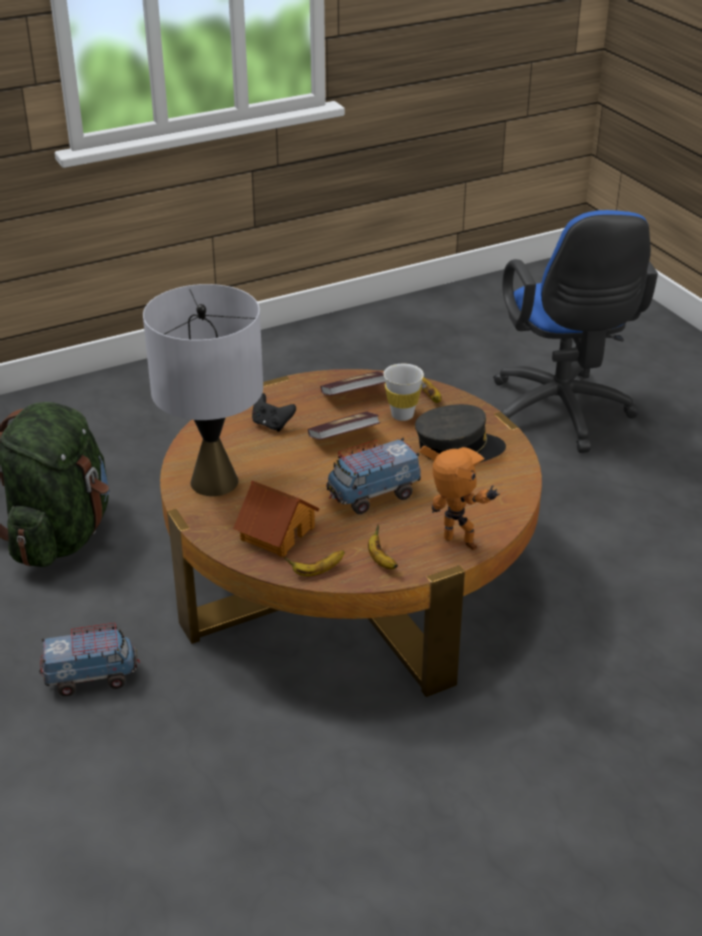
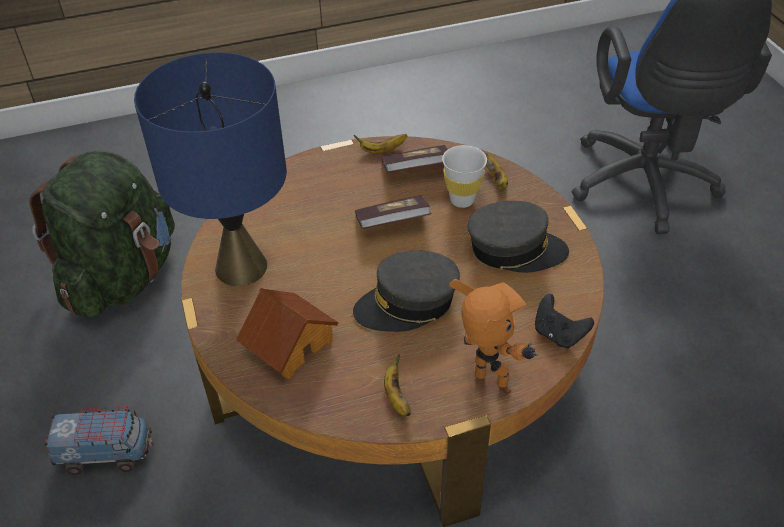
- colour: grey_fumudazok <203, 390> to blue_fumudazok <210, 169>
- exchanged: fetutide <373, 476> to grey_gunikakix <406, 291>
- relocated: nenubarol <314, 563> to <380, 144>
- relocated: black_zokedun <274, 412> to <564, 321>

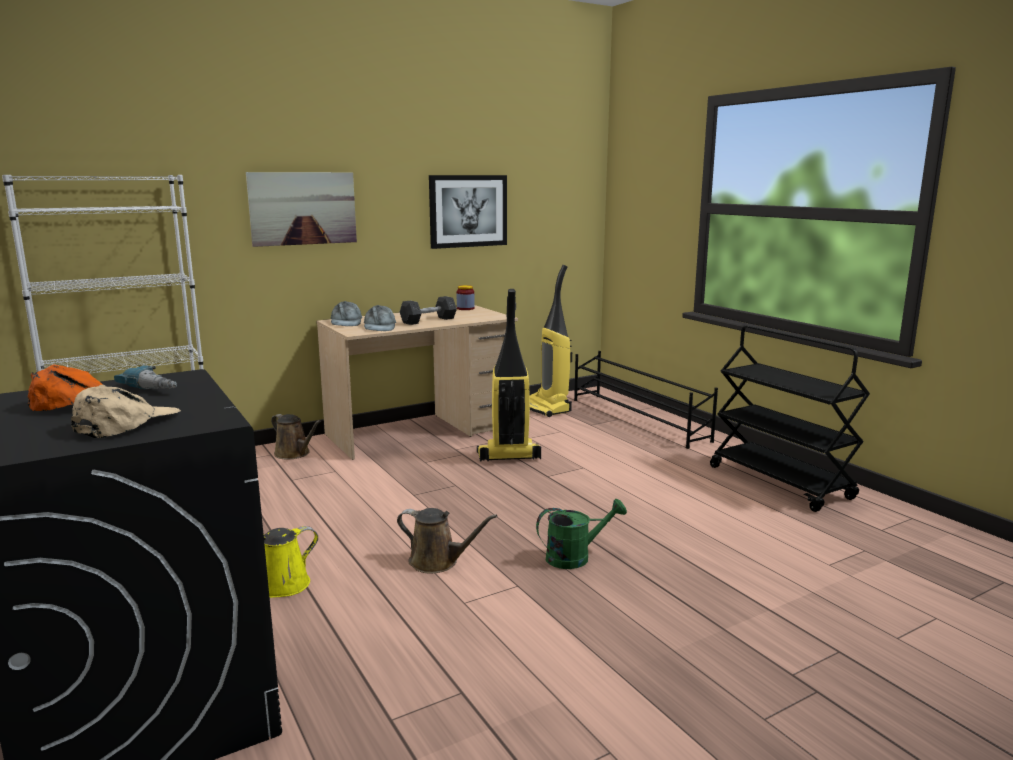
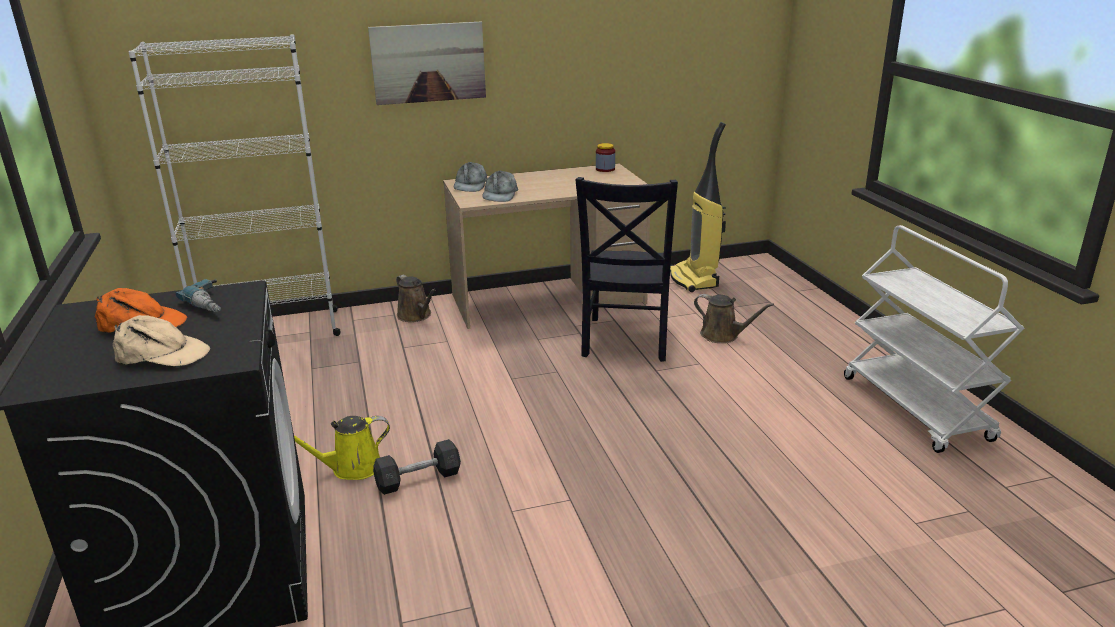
- spun: beige_gunikakix <126, 411> = <161, 341> 60 degrees clockwise
- relocated: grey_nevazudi <428, 310> to <417, 467>
- exchanged: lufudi <509, 375> to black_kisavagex <626, 269>
- relocated: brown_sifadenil <447, 540> to <734, 318>
- colour: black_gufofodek <790, 418> to white_gufofodek <934, 339>
- missing: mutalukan <468, 212>
- missing: green_sifadenil <581, 534>
- missing: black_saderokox <646, 400>

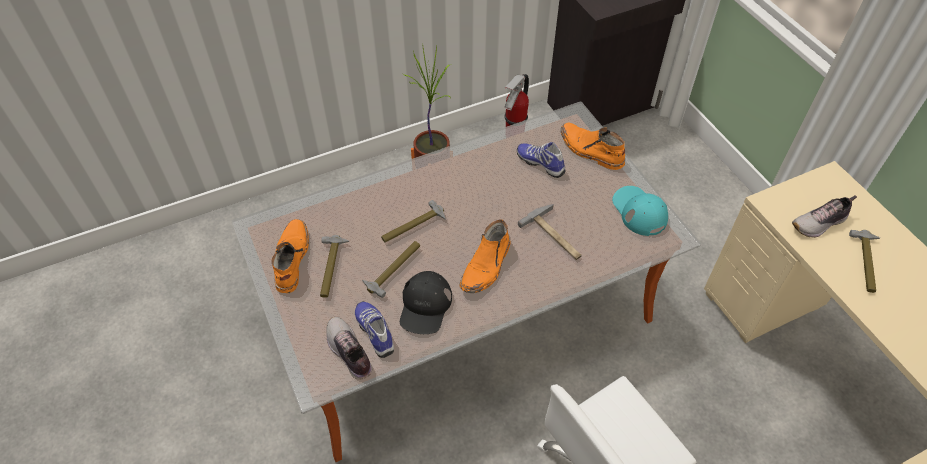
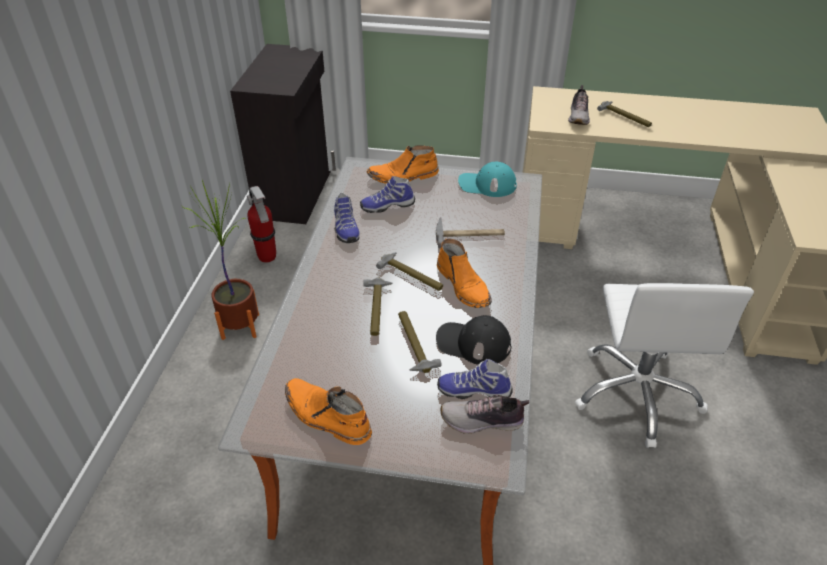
- appeared: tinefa <346, 217>
- relocated: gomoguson <334, 266> to <409, 271>
- spun: black_gunikakix <426, 302> = <473, 340> 150 degrees clockwise

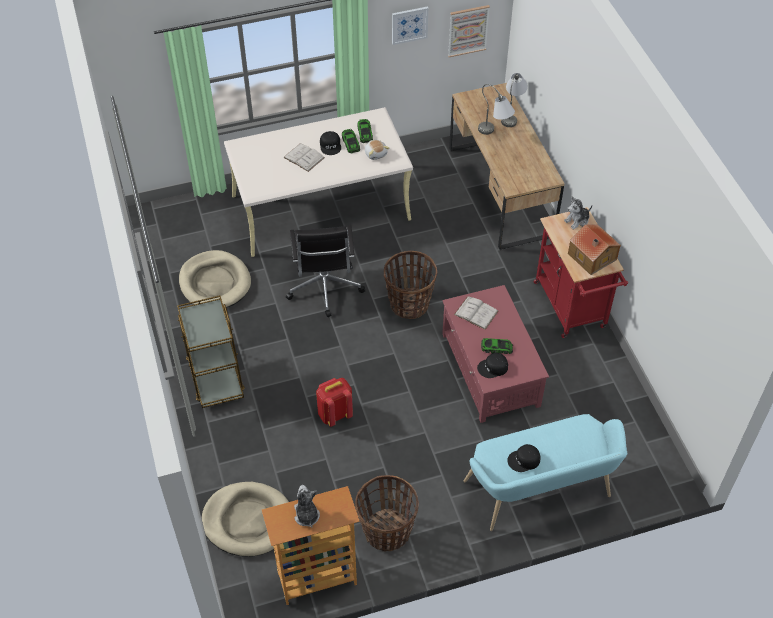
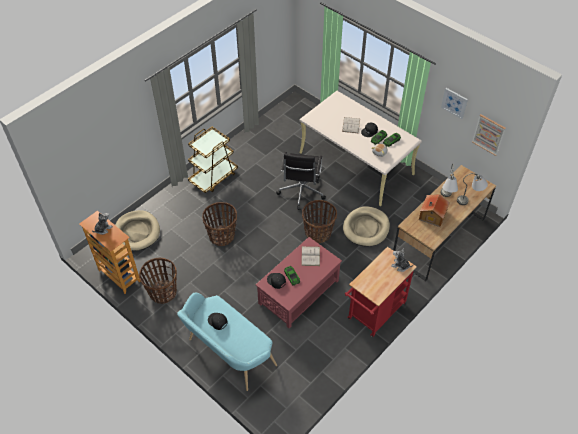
- exchanged: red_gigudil <334, 402> to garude <219, 224>
- spun: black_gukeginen <325, 271> = <301, 181> 45 degrees counterclockwise
- relocated: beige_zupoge <215, 279> to <366, 226>
- relocated: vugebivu <594, 249> to <434, 210>

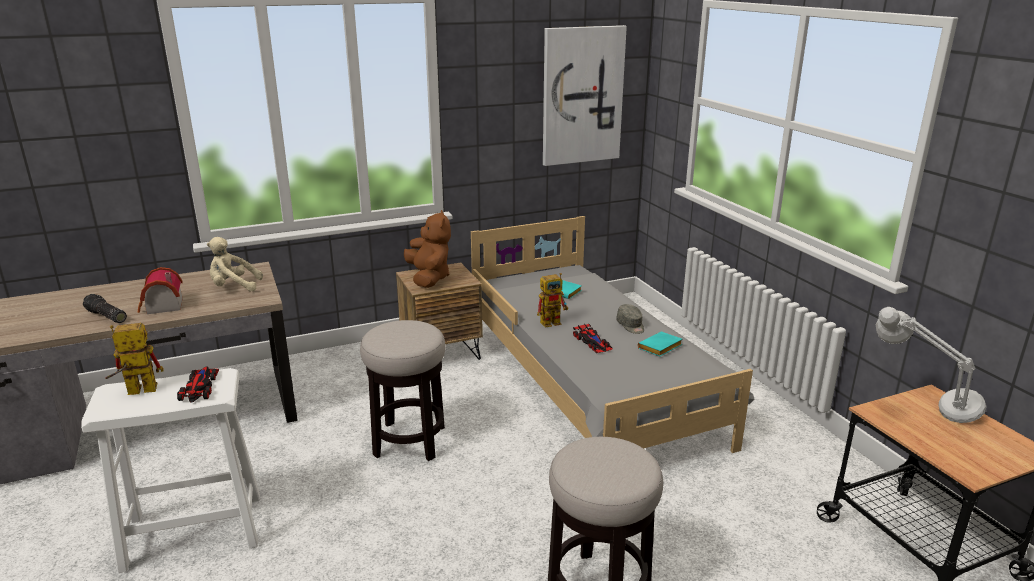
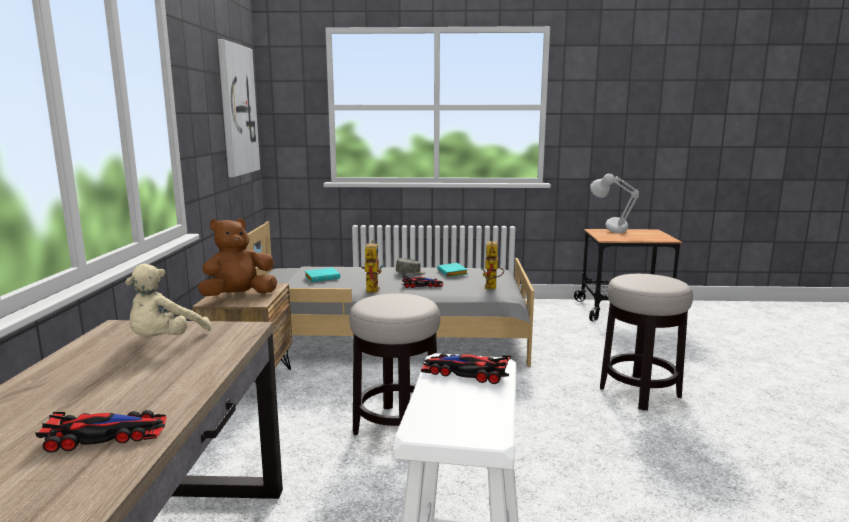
- exchanged: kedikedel <105, 308> to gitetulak <100, 431>
- spun: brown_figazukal <427, 249> = <237, 257> 45 degrees counterclockwise
- relocated: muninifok <134, 359> to <493, 265>
- missing: vugebivu <160, 290>

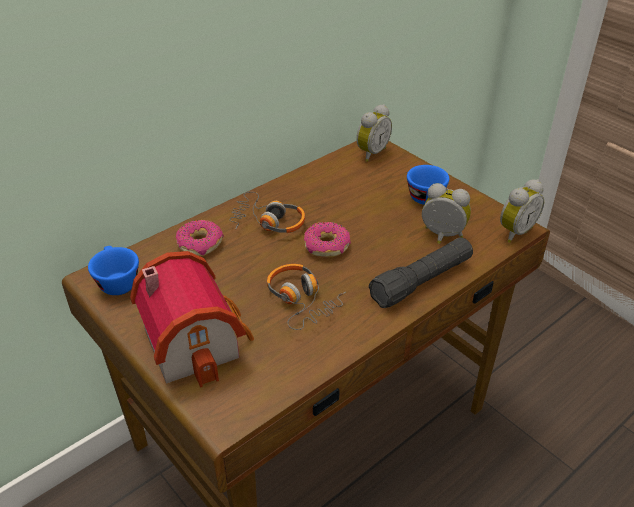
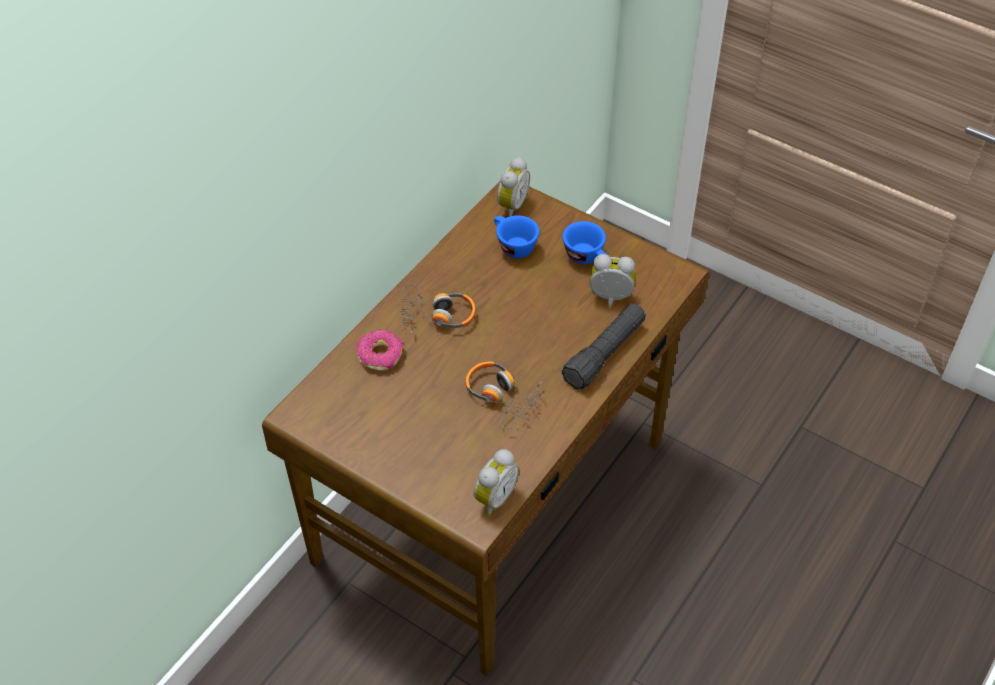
- relocated: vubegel <522, 211> to <496, 483>
- relocated: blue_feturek <113, 270> to <516, 236>
- missing: vugebivu <192, 319>
- missing: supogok <327, 239>

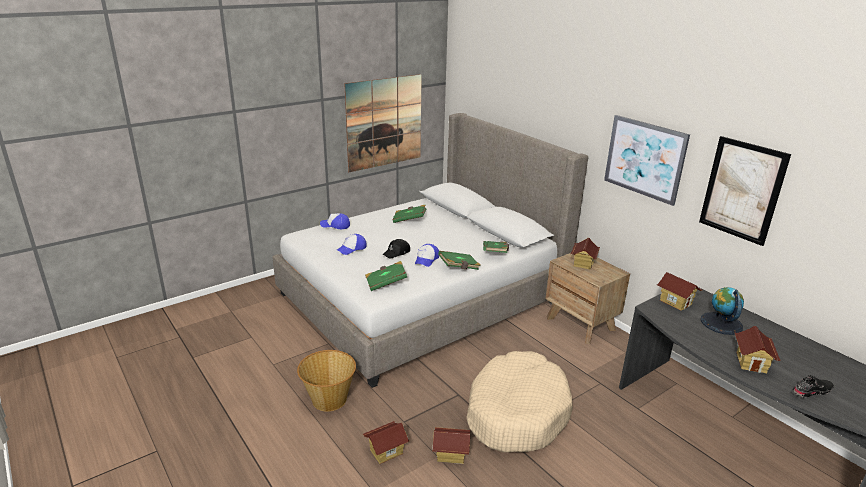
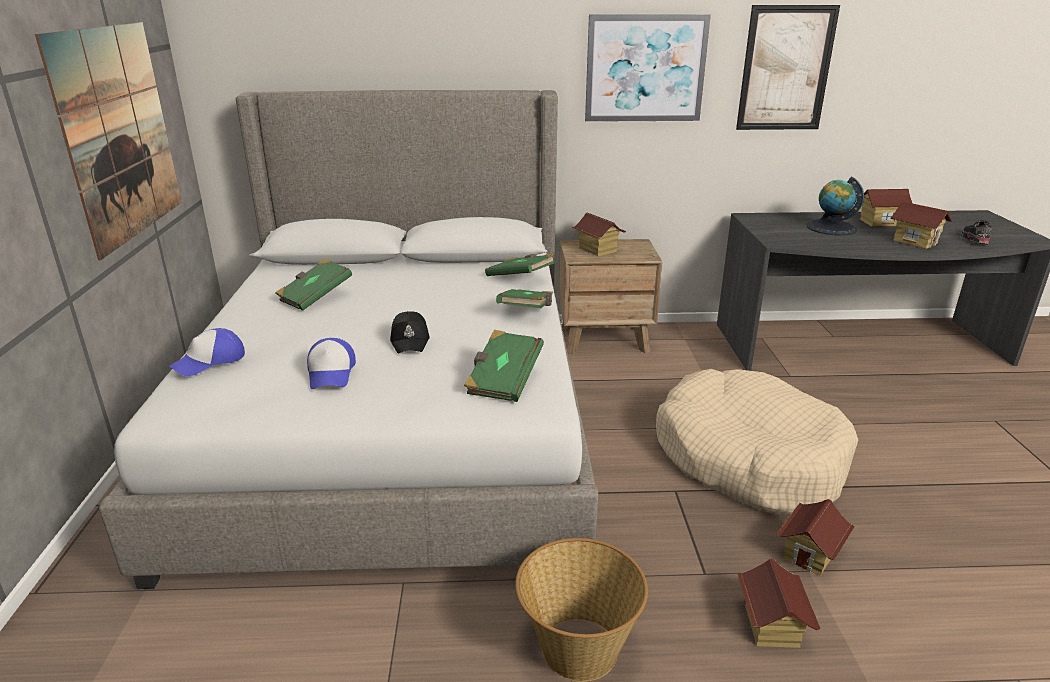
- relocated: vugebivu <679, 291> to <886, 208>
- missing: gunikakix <427, 255>

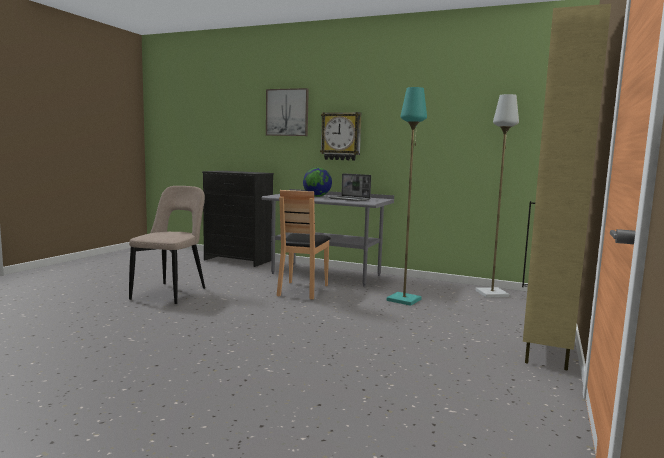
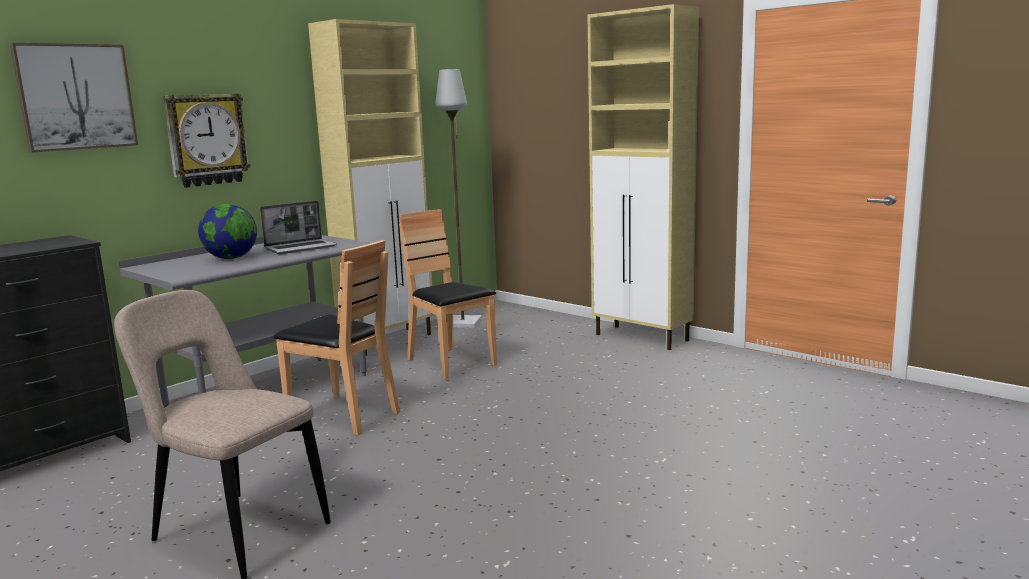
- appeared: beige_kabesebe <371, 187>
- exchanged: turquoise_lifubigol <407, 196> to brown_kisavagex <448, 294>

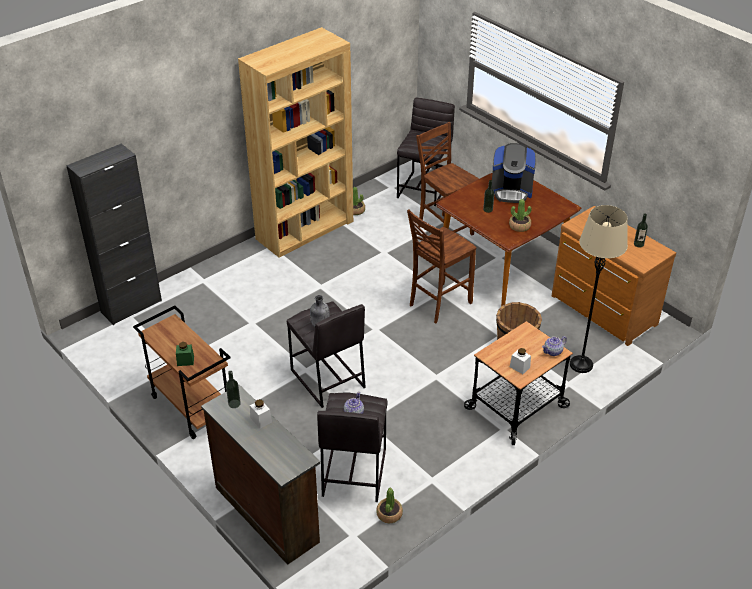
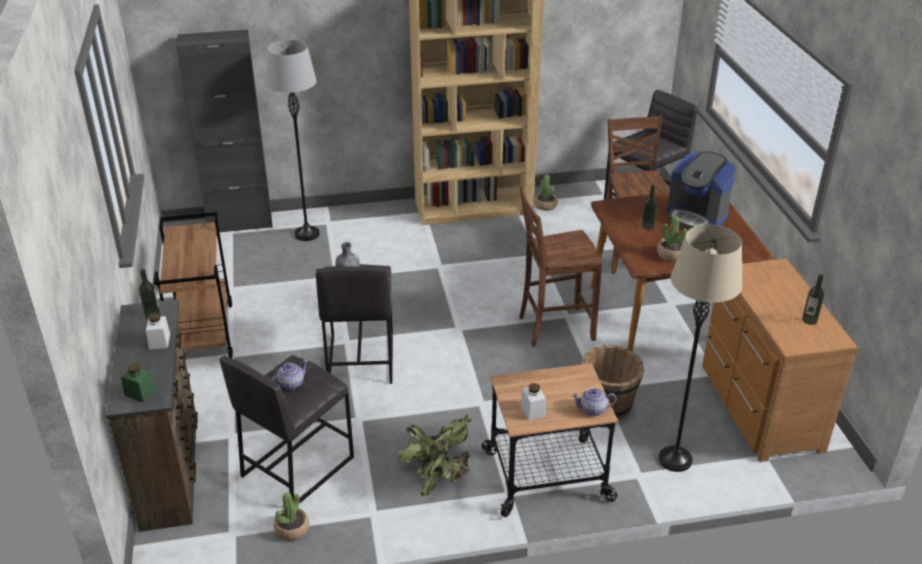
- relocated: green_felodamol <185, 354> to <138, 383>
- appeared: grey_lifubigol <292, 140>
- appeared: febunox <435, 455>

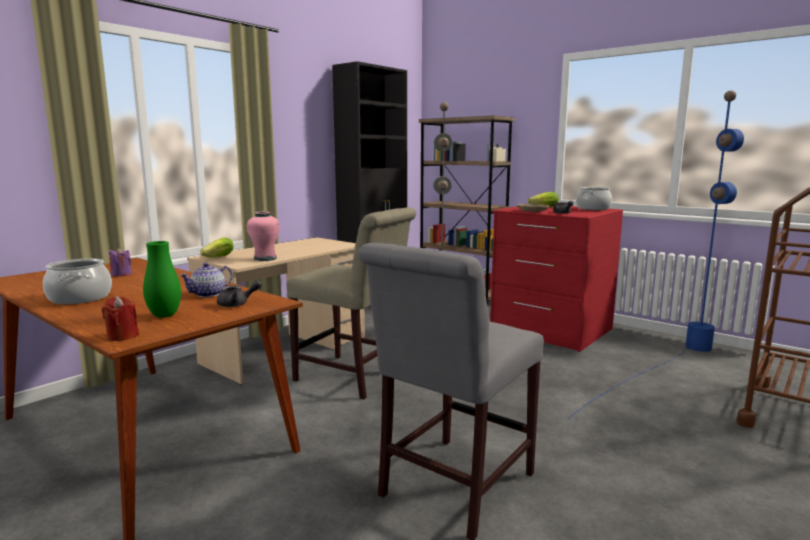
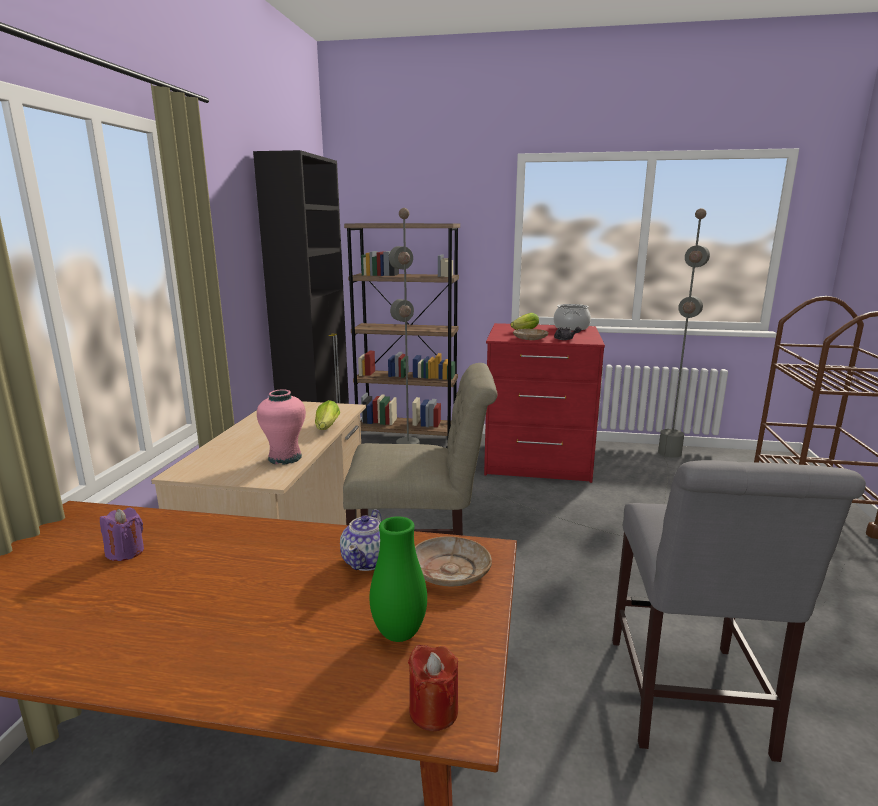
- relocated: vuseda <217, 247> to <327, 415>
- exchanged: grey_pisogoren <239, 293> to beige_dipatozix <453, 561>
- colour: blue_lifubigol <655, 255> to grey_lifubigol <684, 355>
- missing: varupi <77, 281>

